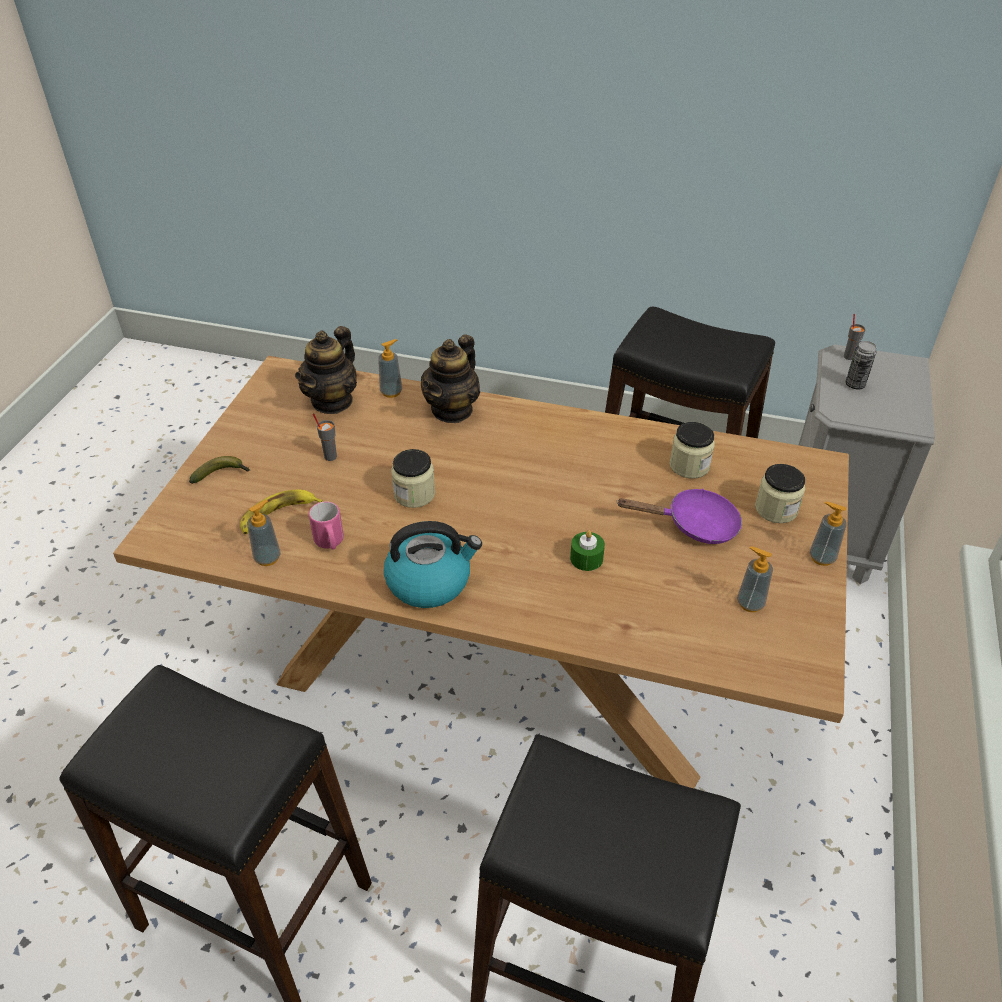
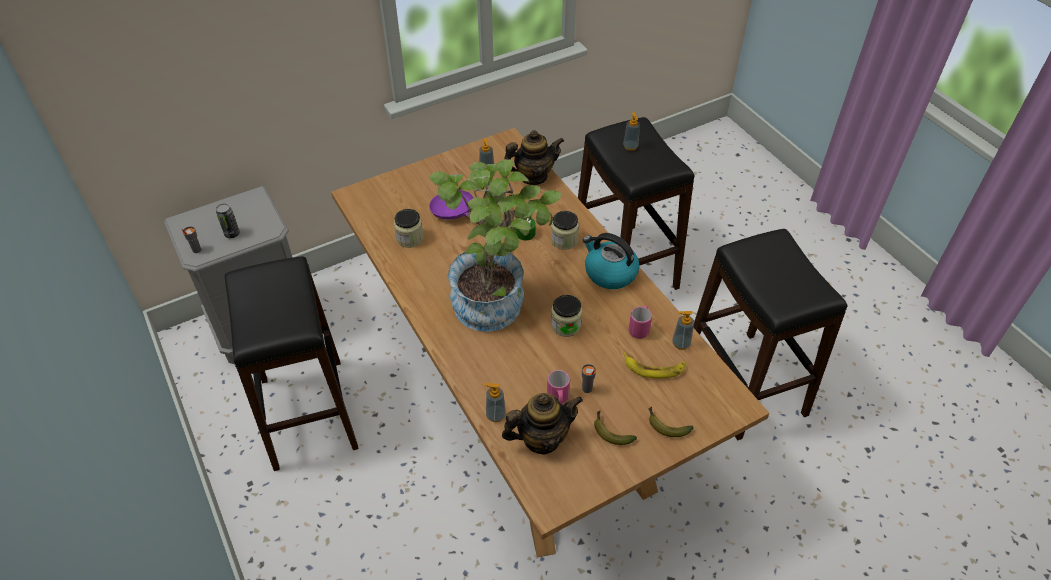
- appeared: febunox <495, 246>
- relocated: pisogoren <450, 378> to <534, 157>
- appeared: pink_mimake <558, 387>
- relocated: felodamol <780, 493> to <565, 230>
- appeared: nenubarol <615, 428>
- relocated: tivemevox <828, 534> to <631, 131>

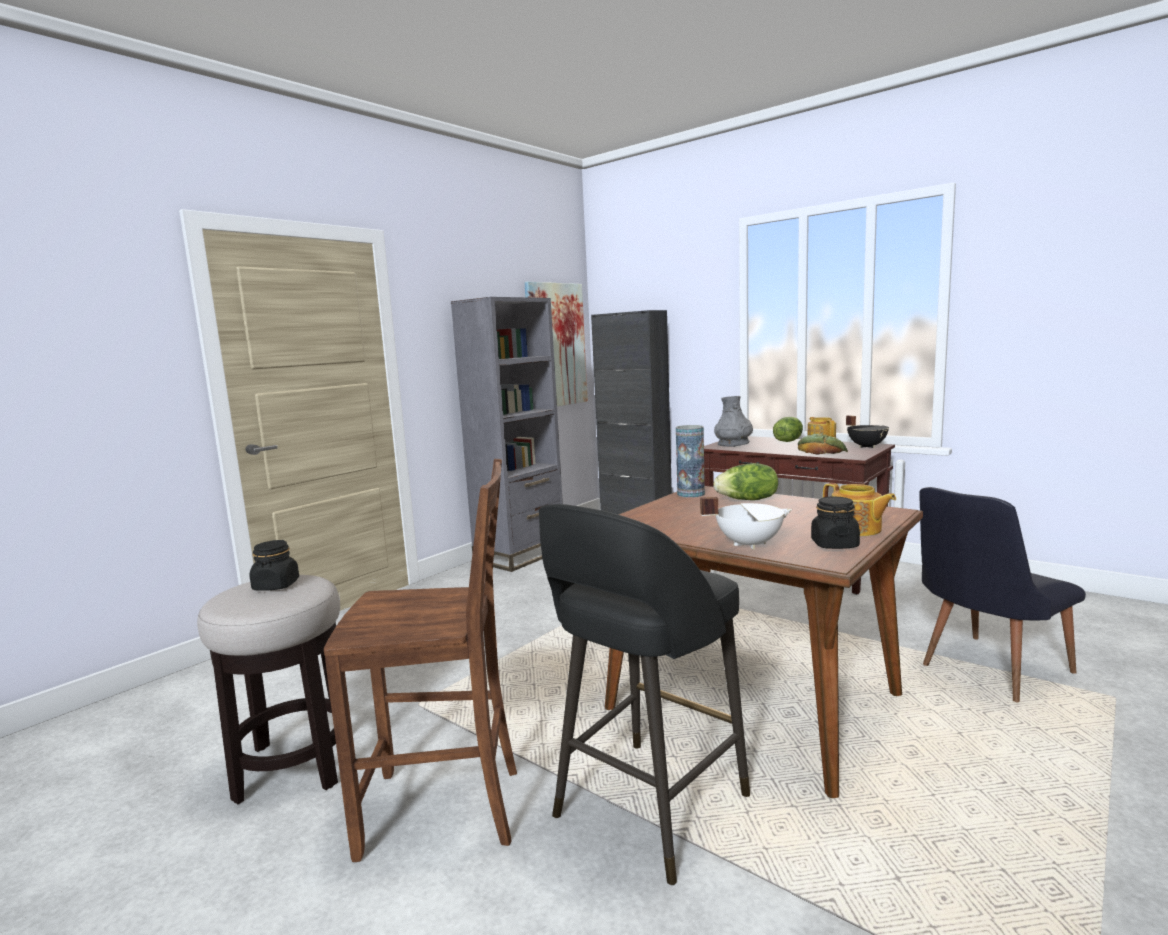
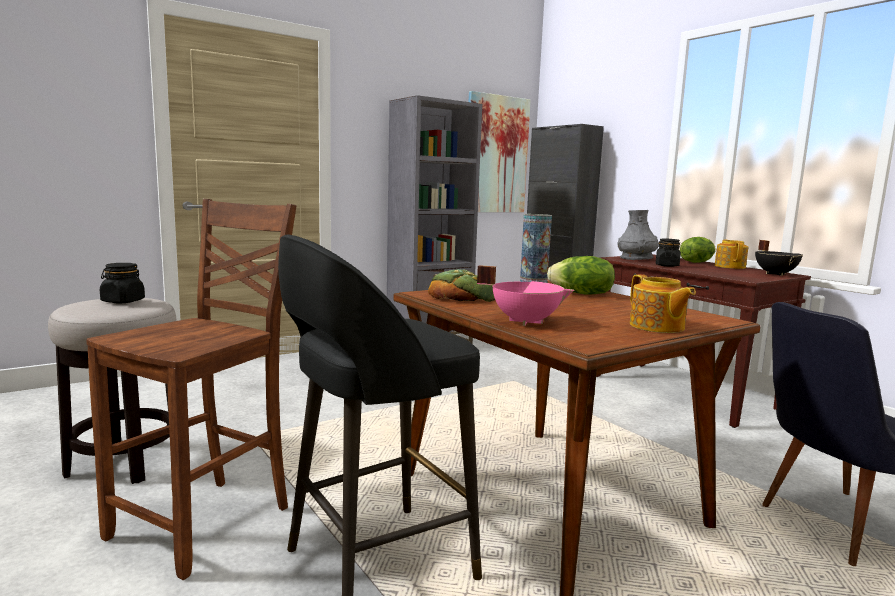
- spun: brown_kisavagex <420, 660> = <191, 389> 75 degrees counterclockwise
- relocated: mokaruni <823, 444> to <461, 285>
- colour: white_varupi <746, 523> to pink_varupi <525, 295>
- relocated: black_felodamol <835, 522> to <668, 252>

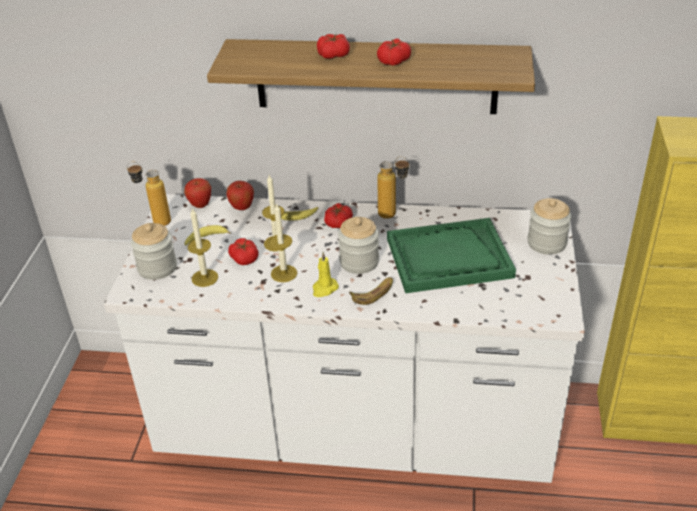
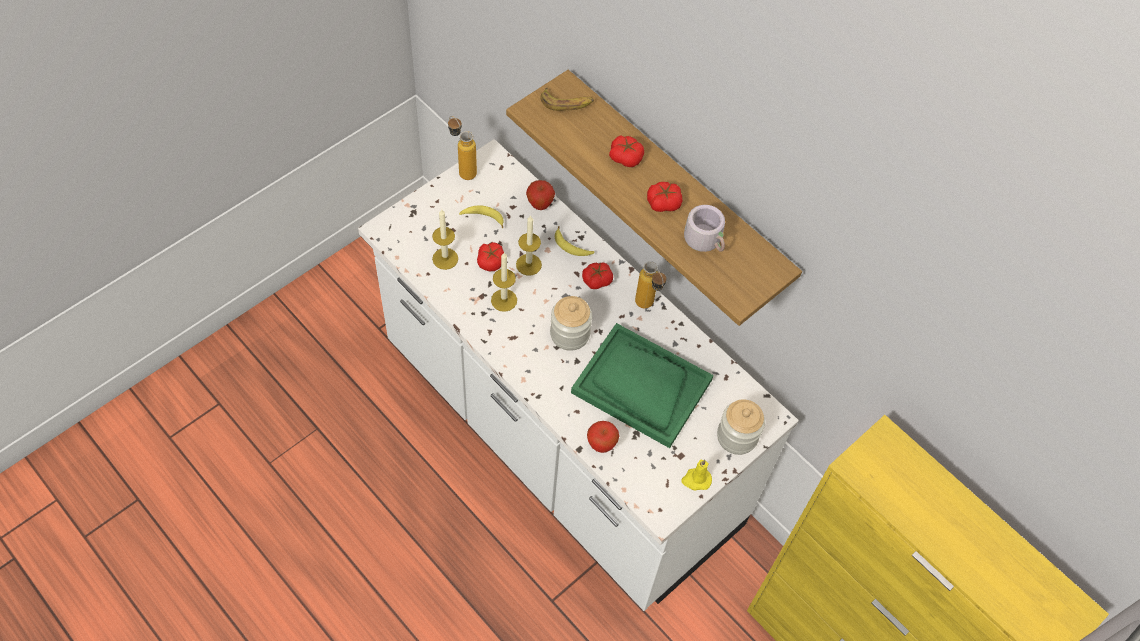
- relocated: nenubarol <371, 291> to <567, 99>
- relocated: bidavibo <197, 193> to <603, 437>
- relocated: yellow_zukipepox <326, 274> to <696, 475>
- appeared: grey_mimake <704, 228>
- missing: felodamol <154, 251>

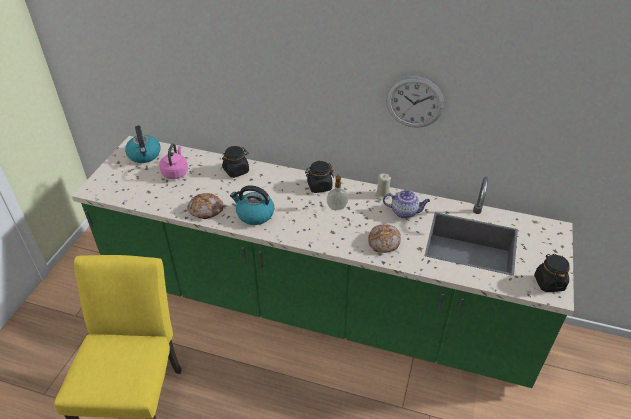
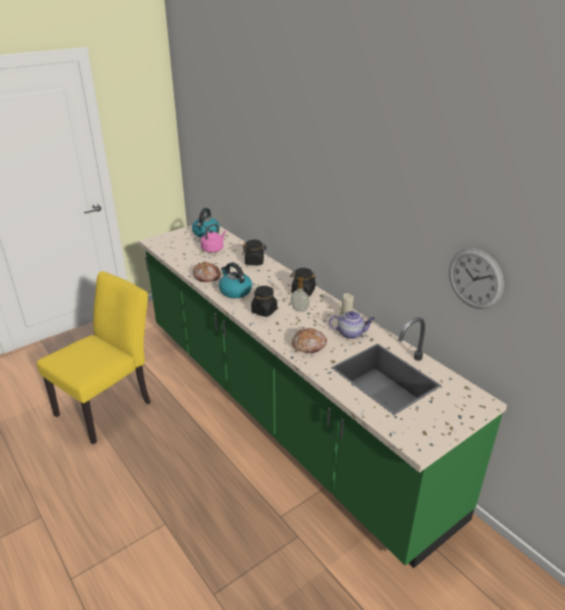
- relocated: black_felodamol <552, 272> to <264, 301>
- spun: pisogoren <406, 204> = <352, 325> 45 degrees counterclockwise
- relocated: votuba <415, 102> to <476, 278>

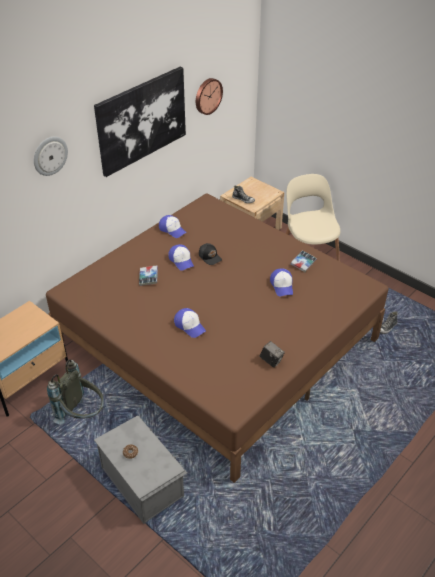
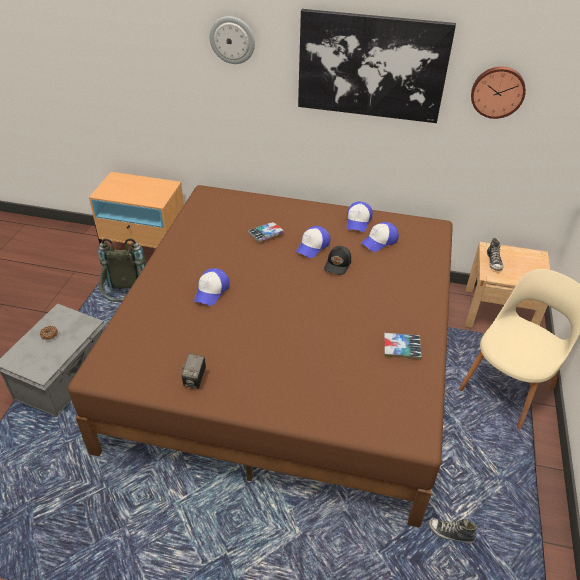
- relocated: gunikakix <281, 282> to <380, 237>

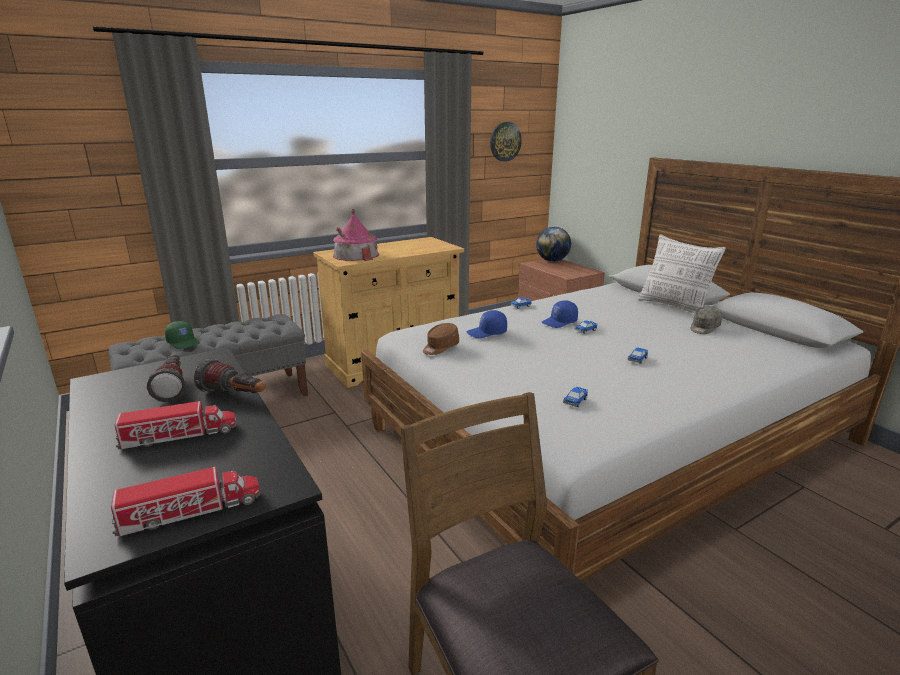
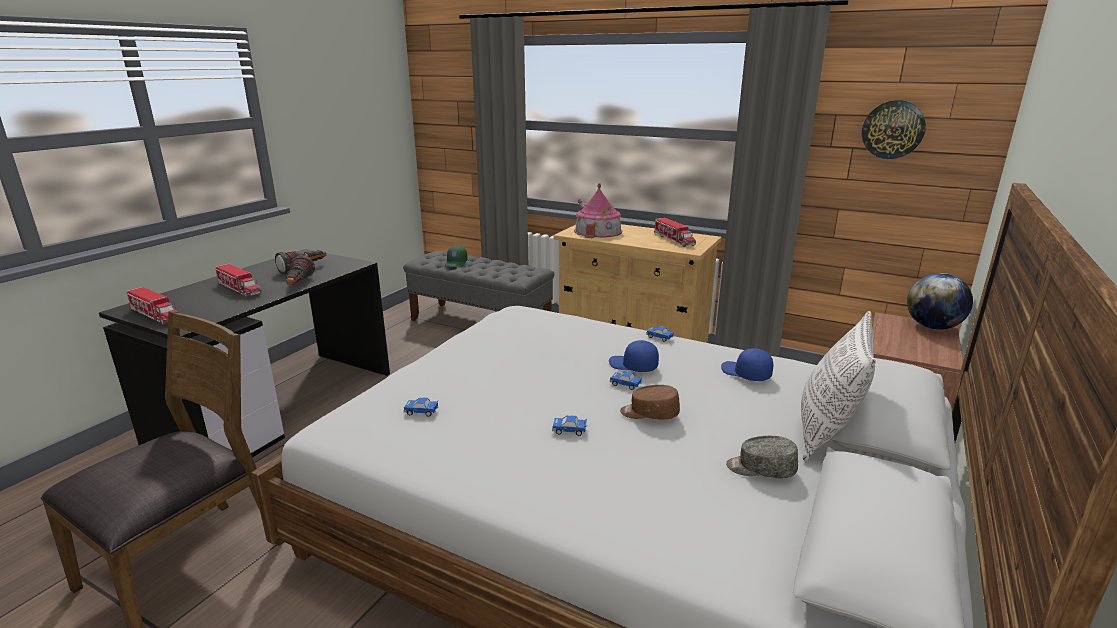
- relocated: brown_gunikakix <441, 339> to <650, 402>
- appeared: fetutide <675, 232>
- relocated: blue_gunikakix <486, 324> to <747, 364>

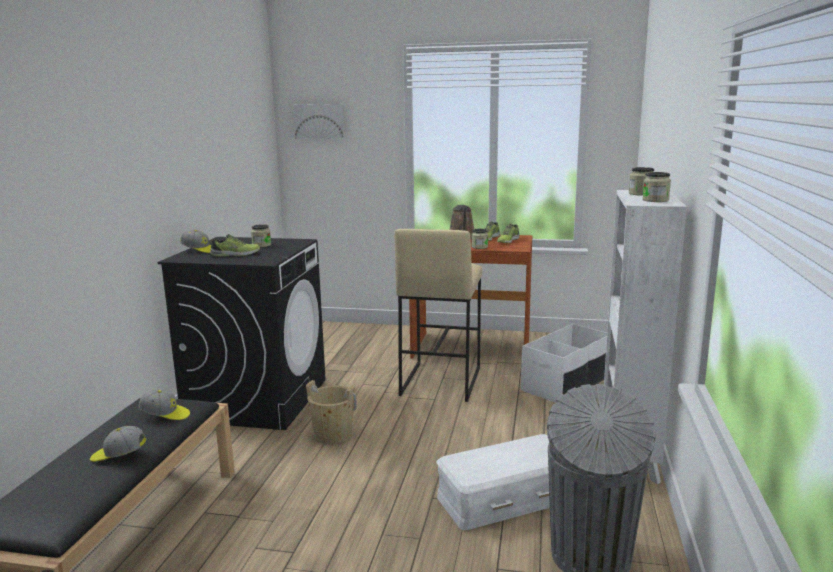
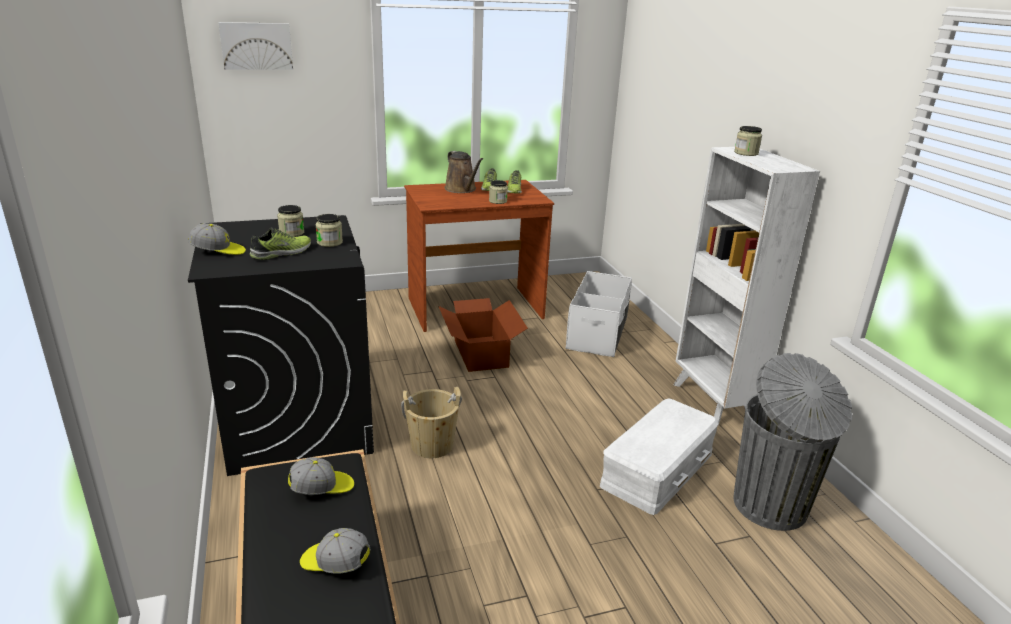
- spun: gunikakix <118, 444> = <335, 551> 45 degrees clockwise
- relocated: felodamol <656, 187> to <329, 230>
- exchanged: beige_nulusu <438, 315> to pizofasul <483, 335>

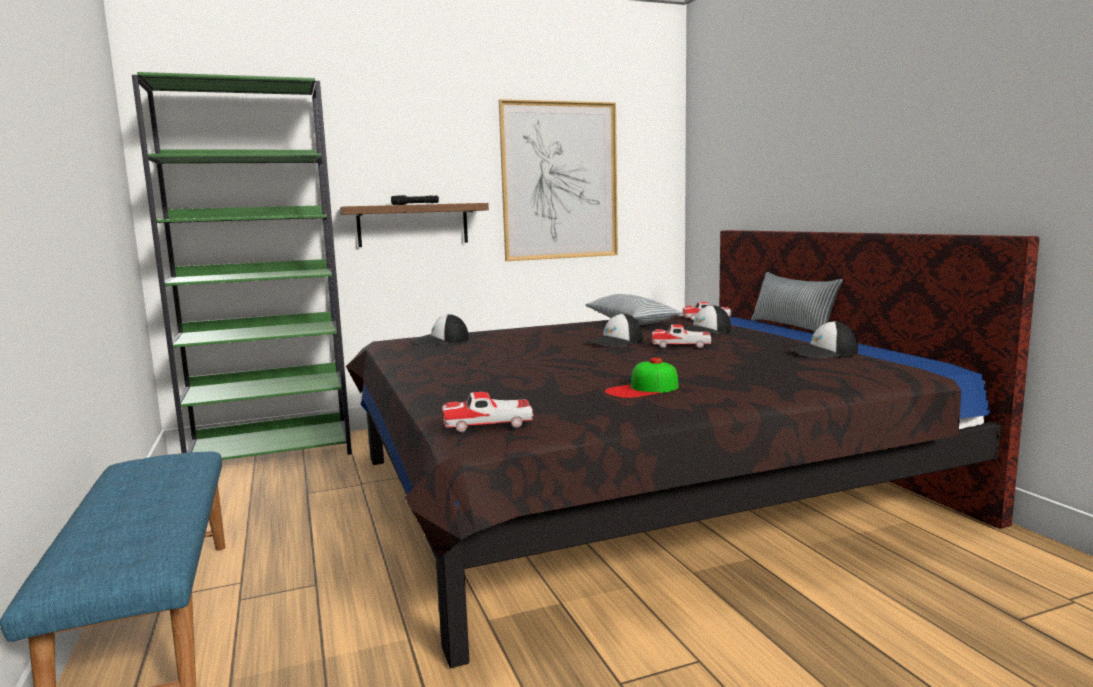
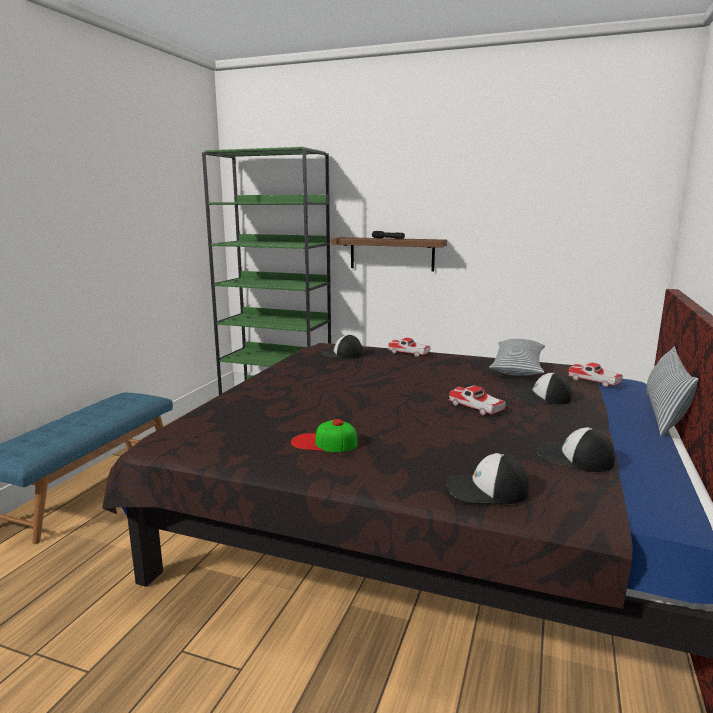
- relocated: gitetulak <487, 412> to <409, 347>
- relocated: gunikakix <615, 330> to <487, 478>
- missing: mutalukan <558, 180>

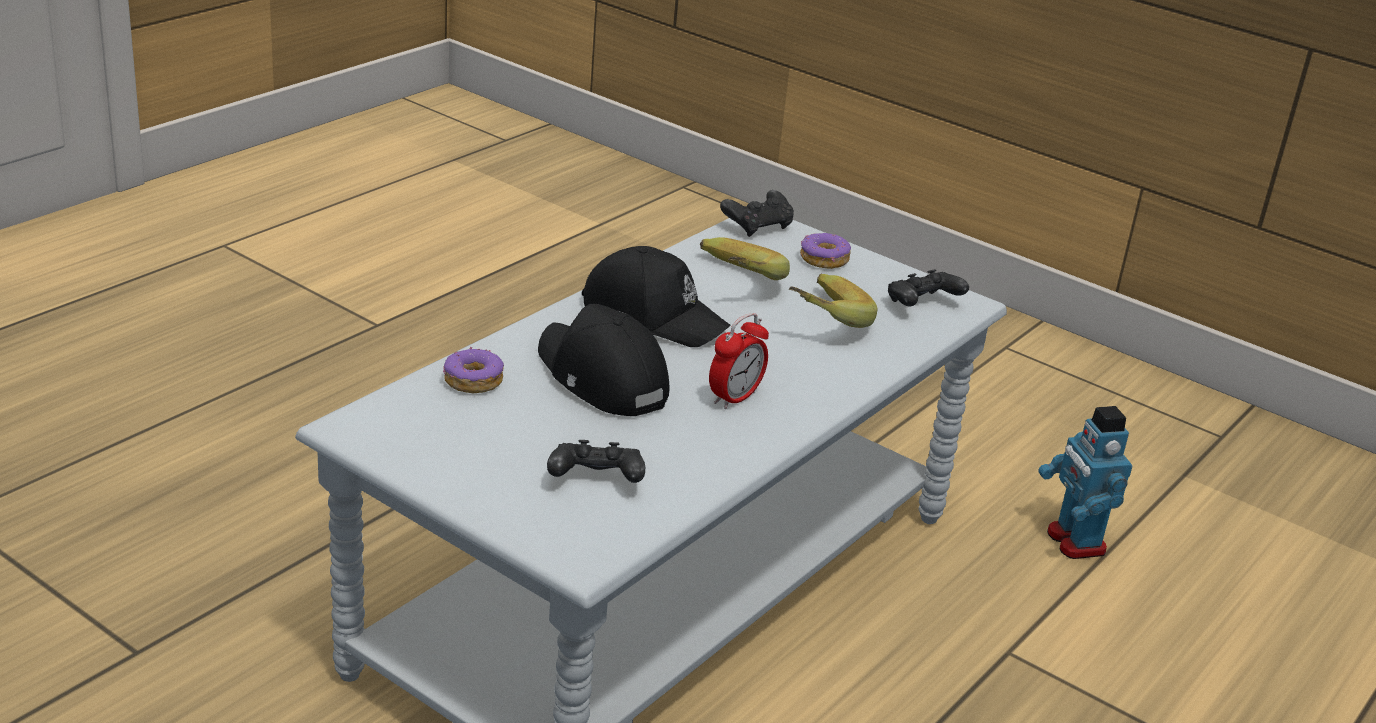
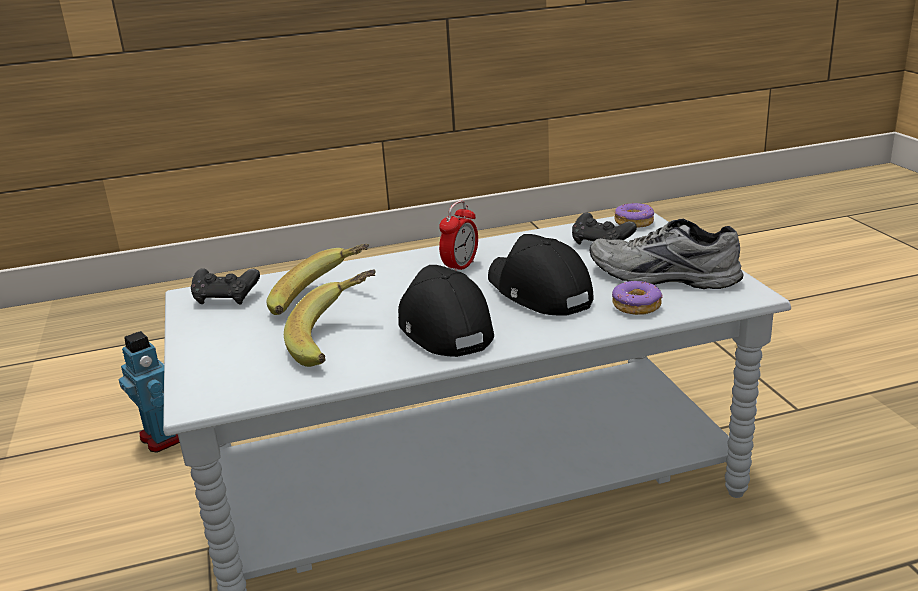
- spun: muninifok <1085, 482> = <149, 392> 60 degrees counterclockwise
- spun: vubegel <739, 361> = <458, 236> 135 degrees clockwise
- spun: black_gunikakix <603, 360> = <540, 275> 150 degrees clockwise
- appeared: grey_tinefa <666, 254>
- relocated: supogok <825, 251> to <634, 215>
- missing: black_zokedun <757, 213>

